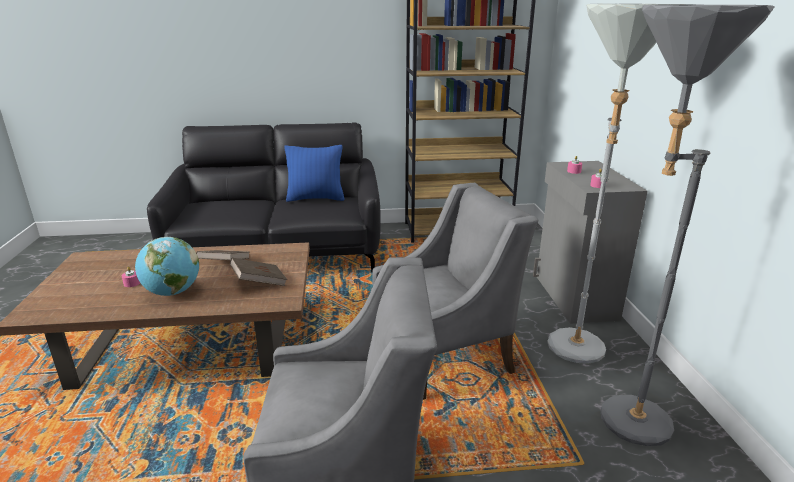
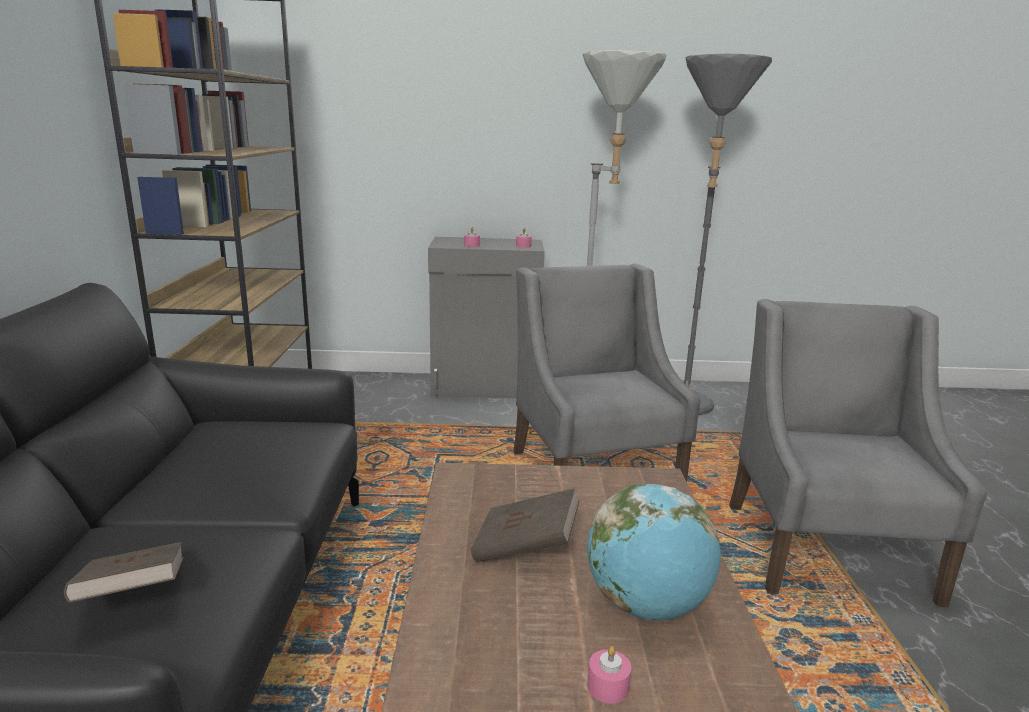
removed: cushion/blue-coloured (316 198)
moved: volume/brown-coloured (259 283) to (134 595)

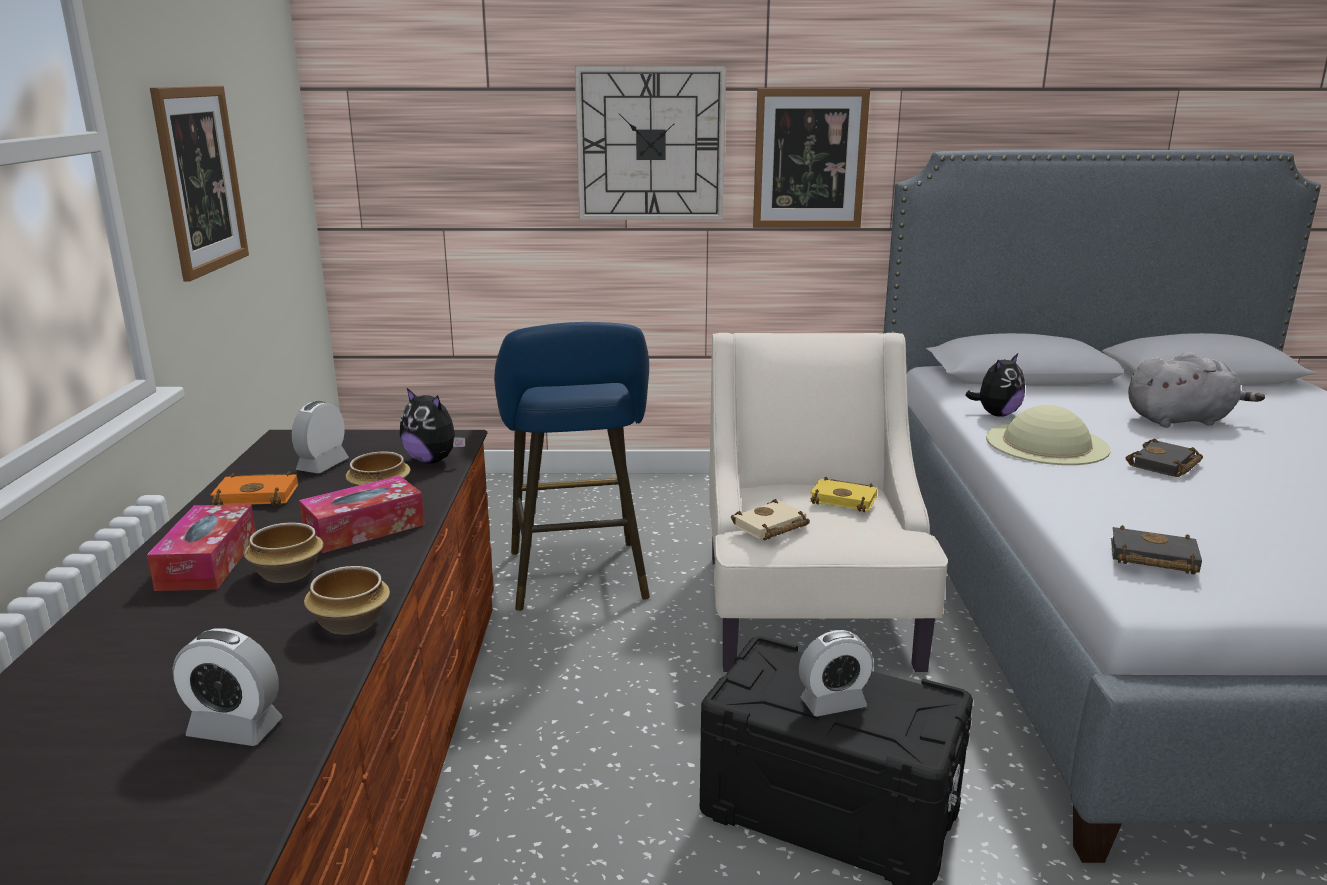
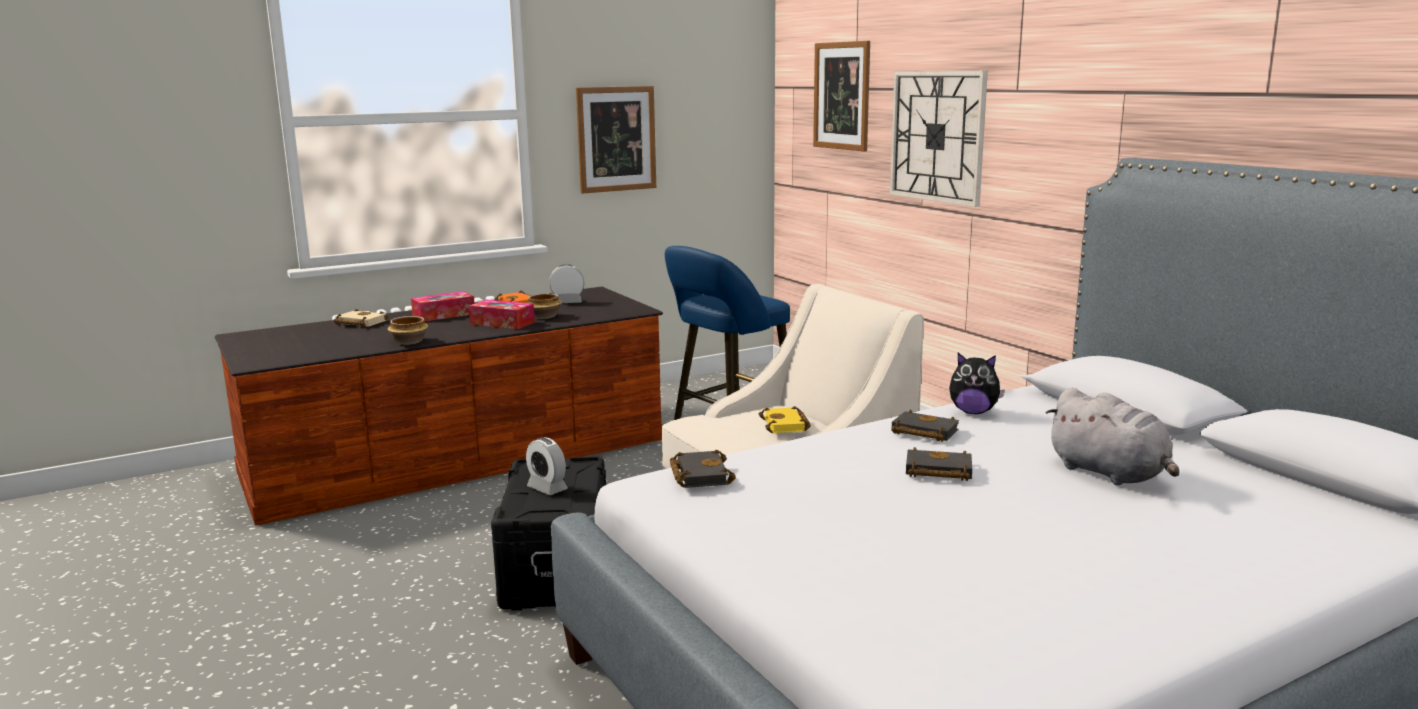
removed: cuddly toy (433 460); bowl (286 574); table clock (235 728)
moved: picture (809 159) to (842 96); volume/sand-coloured (770 527) to (359 323)
replaced: hat/sand-coloured (1047 443) to volume/blackish (922 432)

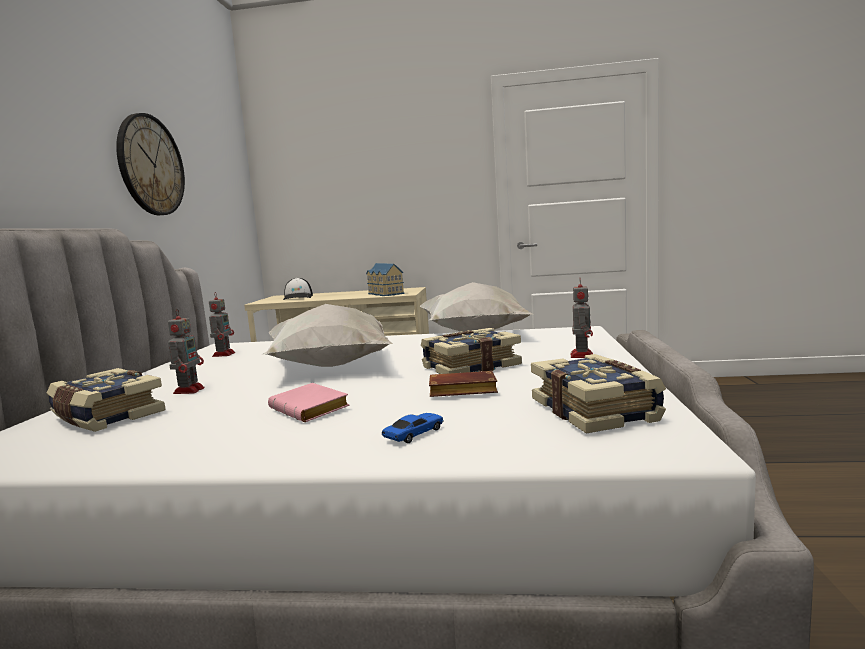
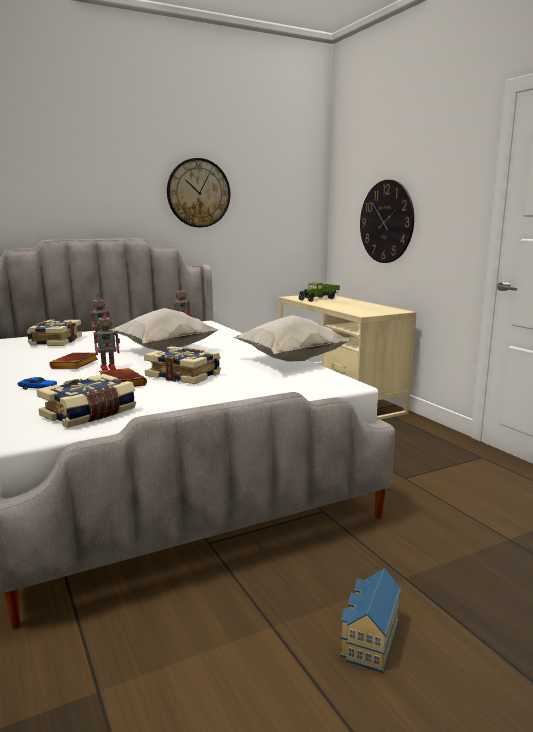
added: wall clock (386 222)
moved: model house (385 294) to (368 639); robot figure (581 355) to (109 368)
replaced: cap (298 297) to toy lorry (319 299)
recoloured: volume/pink (312 409) to volume/brown-coloured (75 365)

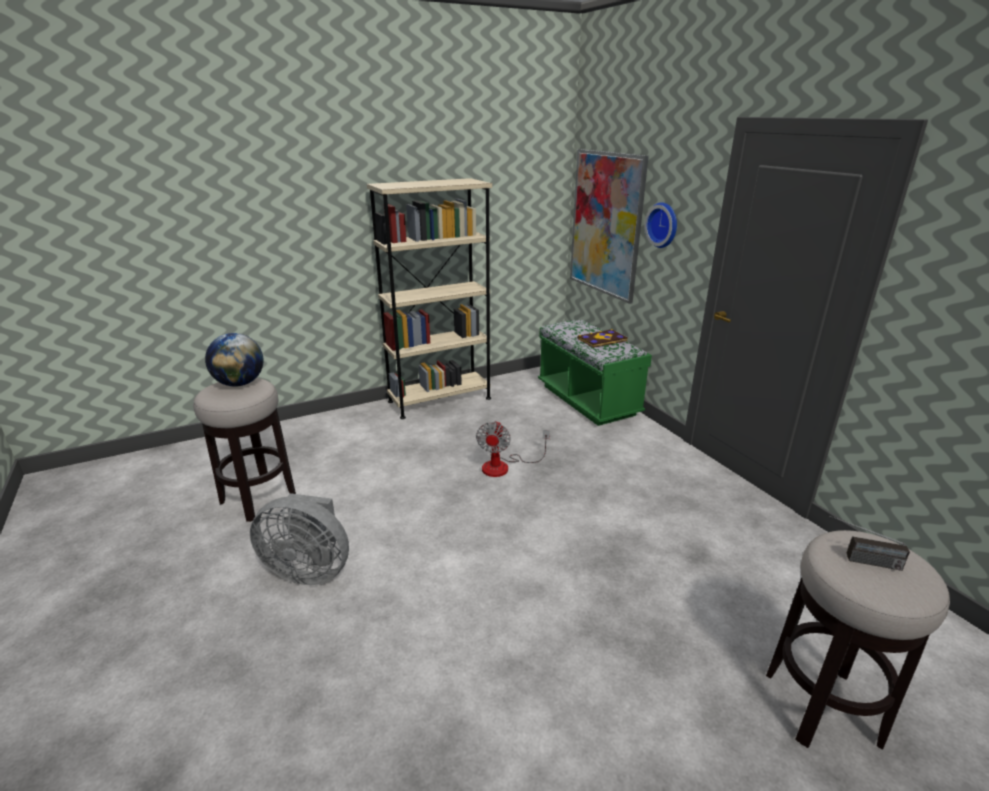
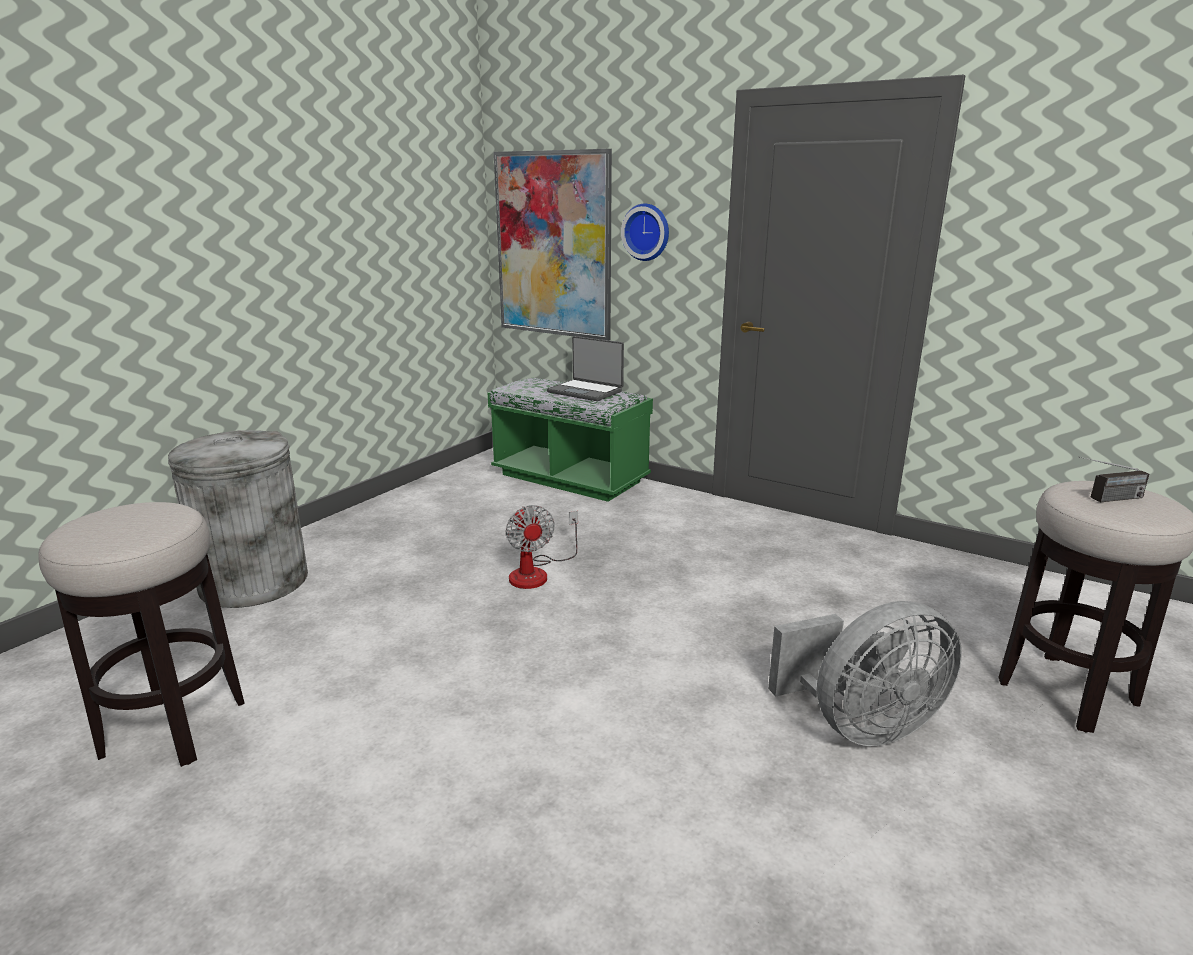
removed: bookshelf/sand-coloured (439 400); desk globe (240 384)
added: rubbish bin/greyish (254 581)
moved: cooling fan/greyish (309 570) to (861 726)
replaced: volume (602 340) to portable computer (586 391)

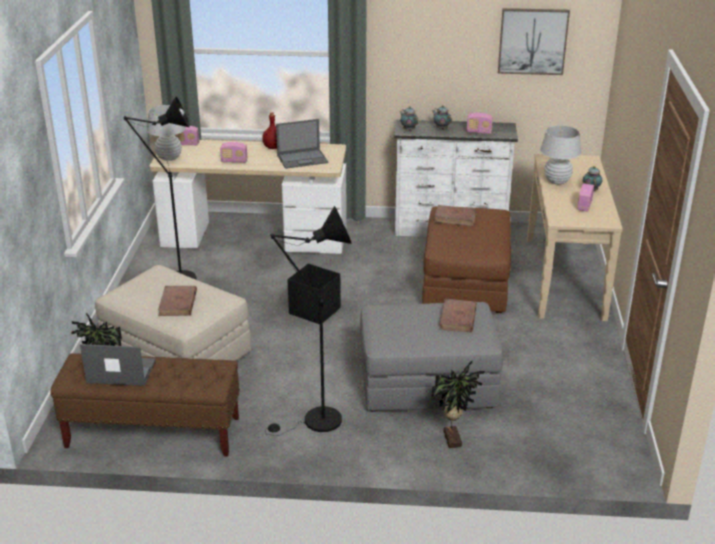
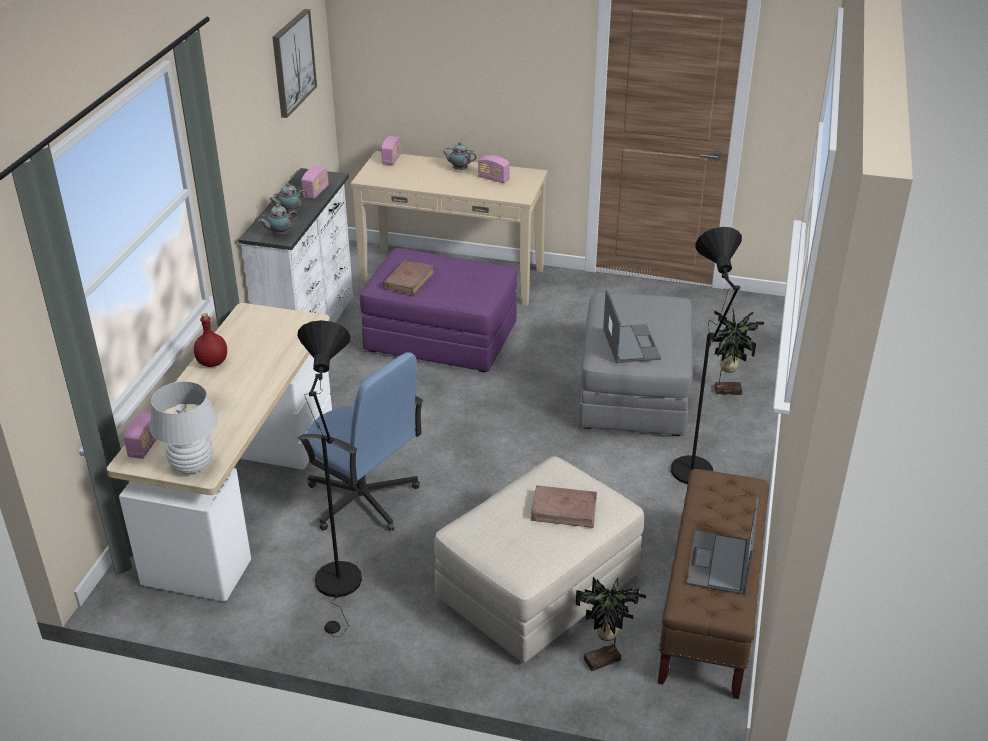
removed: table lamp/white-coloured (557 181); storage bin/blackish (314 310); volume/brown-coloured (458 318)
added: office chair/blue-coloured (363 500)
moved: portable computer (303 159) to (630 343); radio set (234 161) to (392 159)
recoloured: footrest/brown-coloured (465 283) to footrest/purple-coloured (442 338)

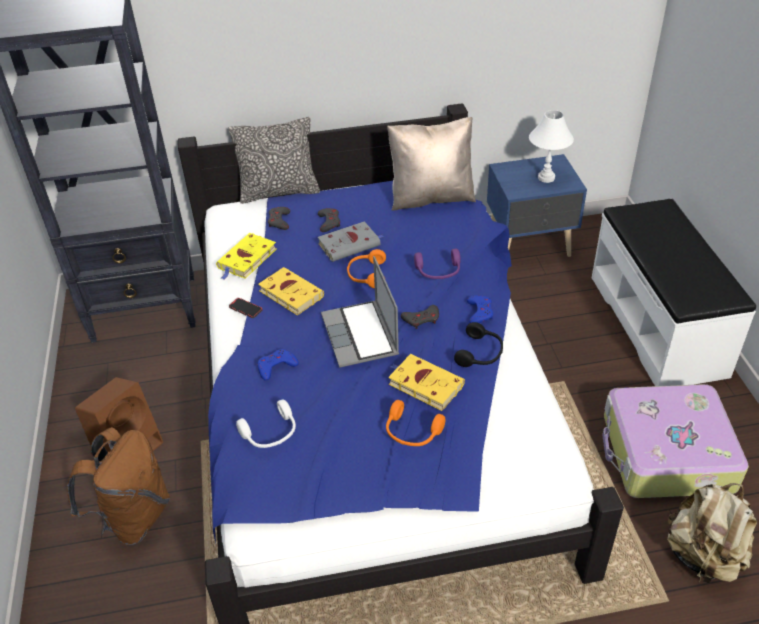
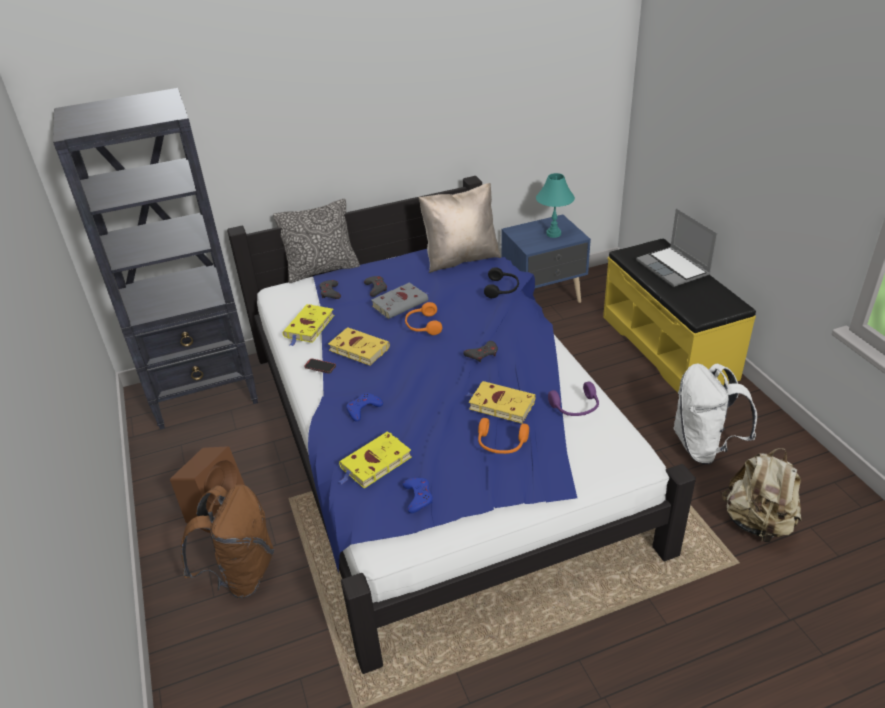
moved: headset/purple-coloured (438 272) to (576 408); portable computer (361 336) to (674 268); joypad/blue-coloured (479 312) to (418 497); headset/blackish (480 353) to (502 289)
replaced: travel case (666 453) to backpack/white-coloured (704 447); headset/white-coloured (271 433) to volume/yellow (374 464)
recoloured: table lamp/white-coloured (546 177) to table lamp/turquoise-coloured (553 233); indoor bench/white-coloured (657 324) to indoor bench/yellow (668 346)

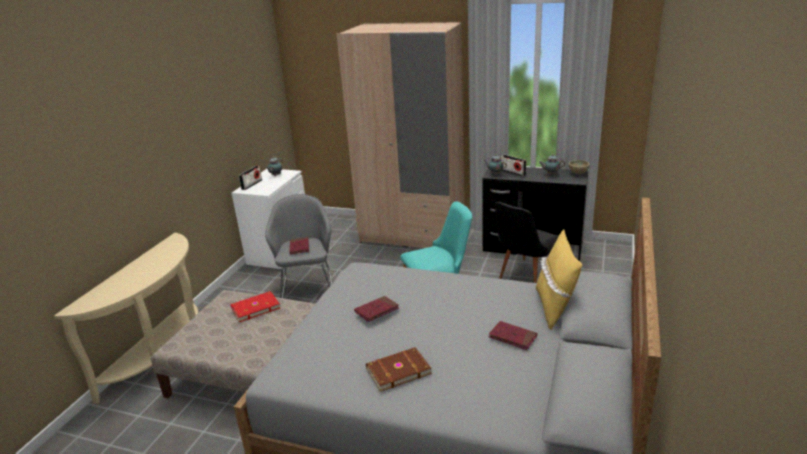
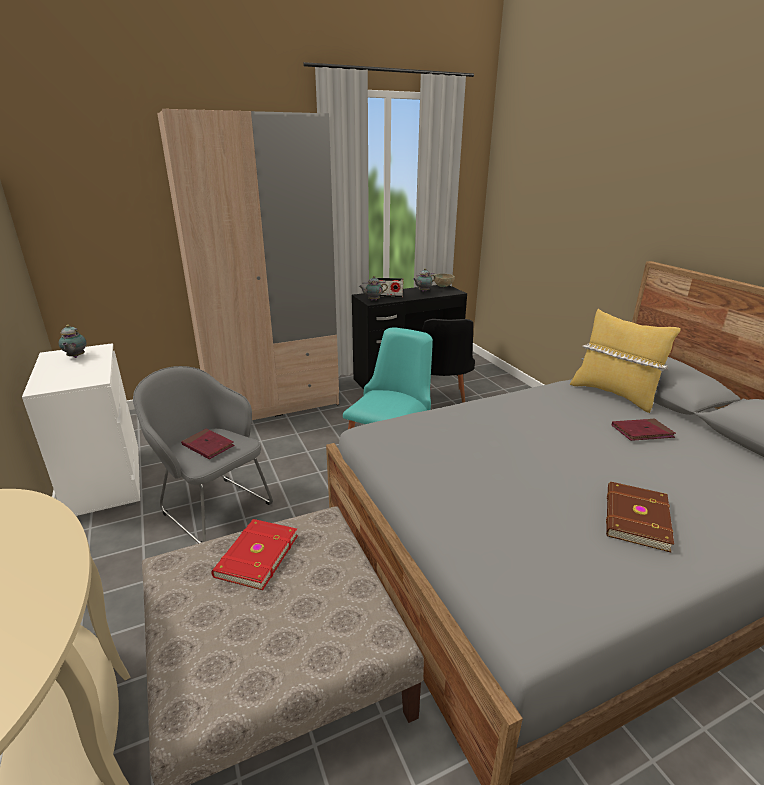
removed: radio set (251 184); volume/red (376 310)

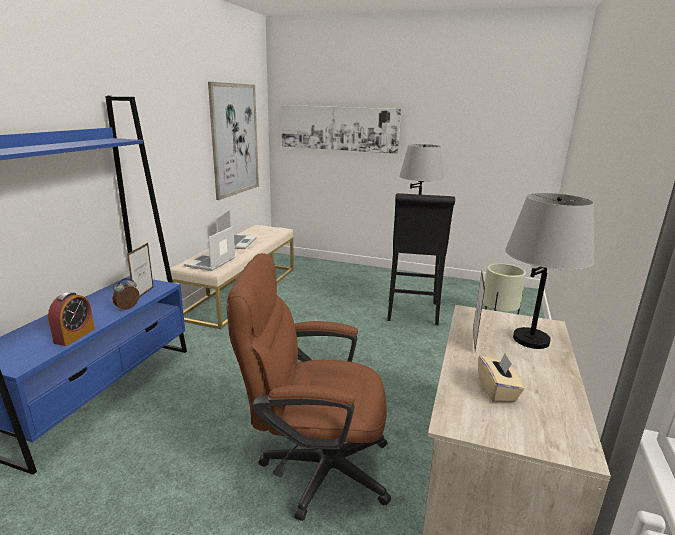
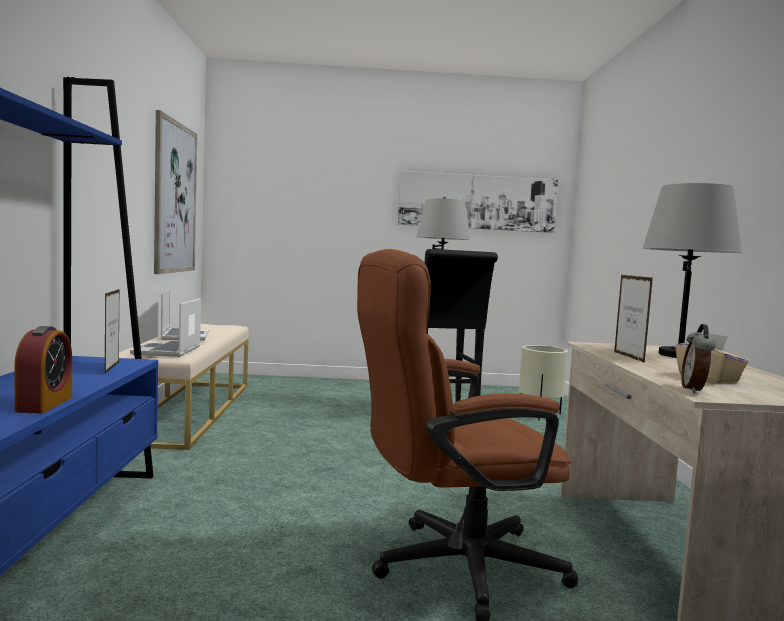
moved: picture (339 128) to (477 202); table clock (128 308) to (695 390)

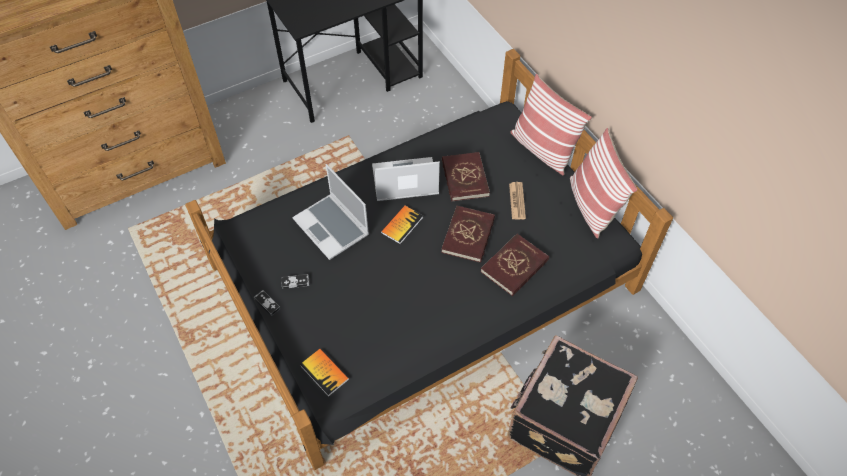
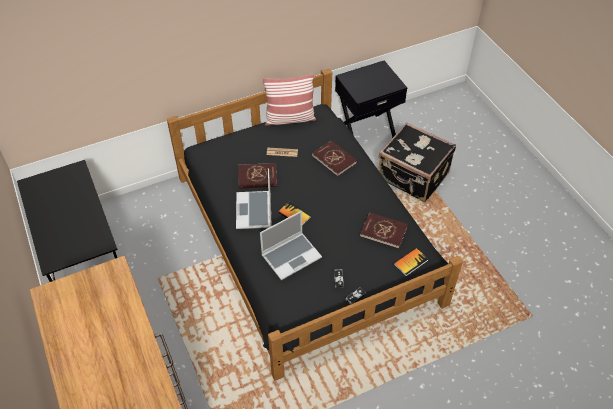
removed: cushion (542 149)
added: night table/blackish (365 132)
moved: volume/red (468 235) to (383 231)

